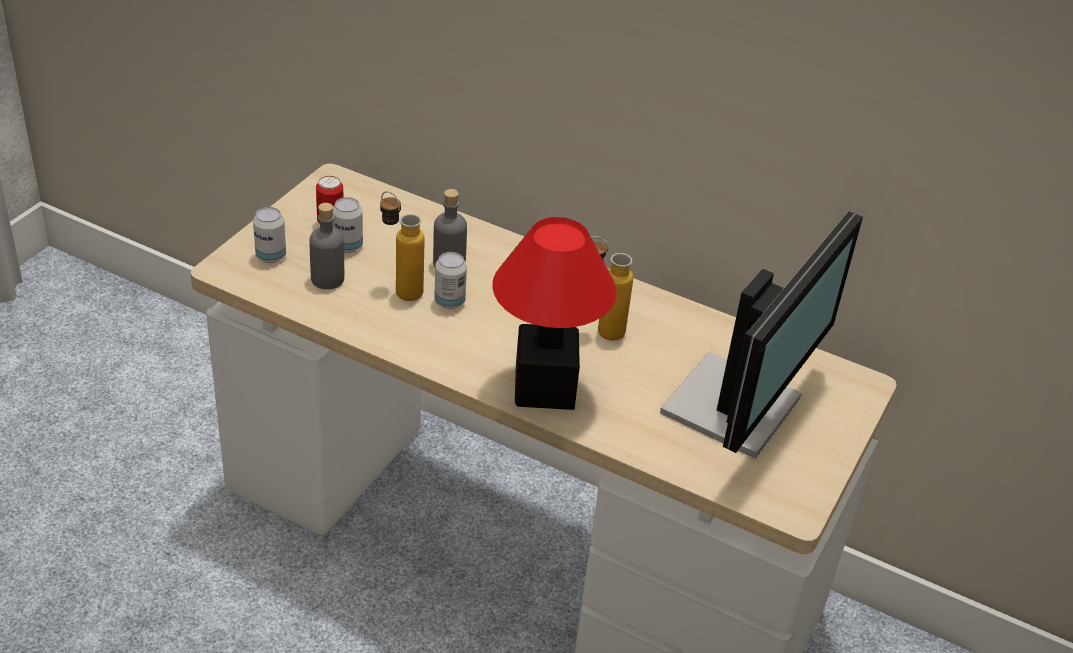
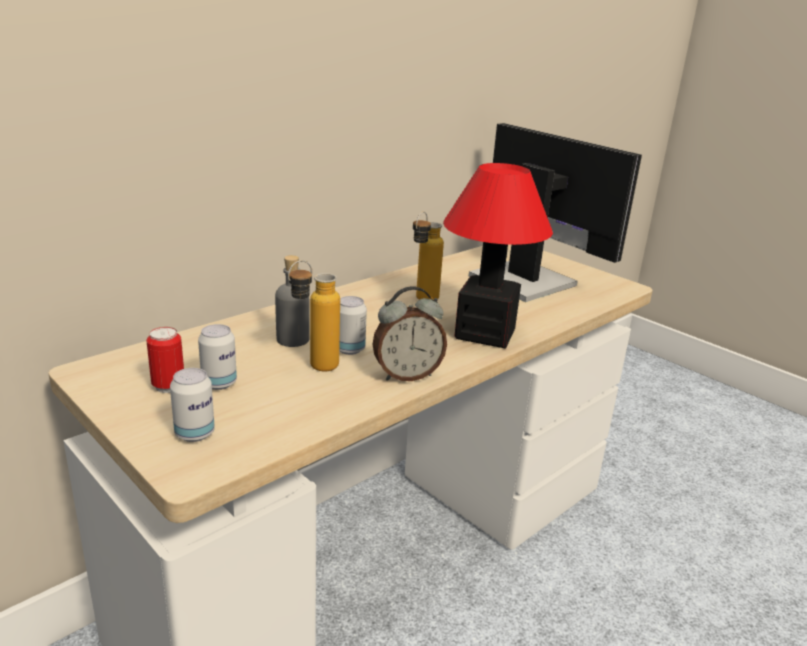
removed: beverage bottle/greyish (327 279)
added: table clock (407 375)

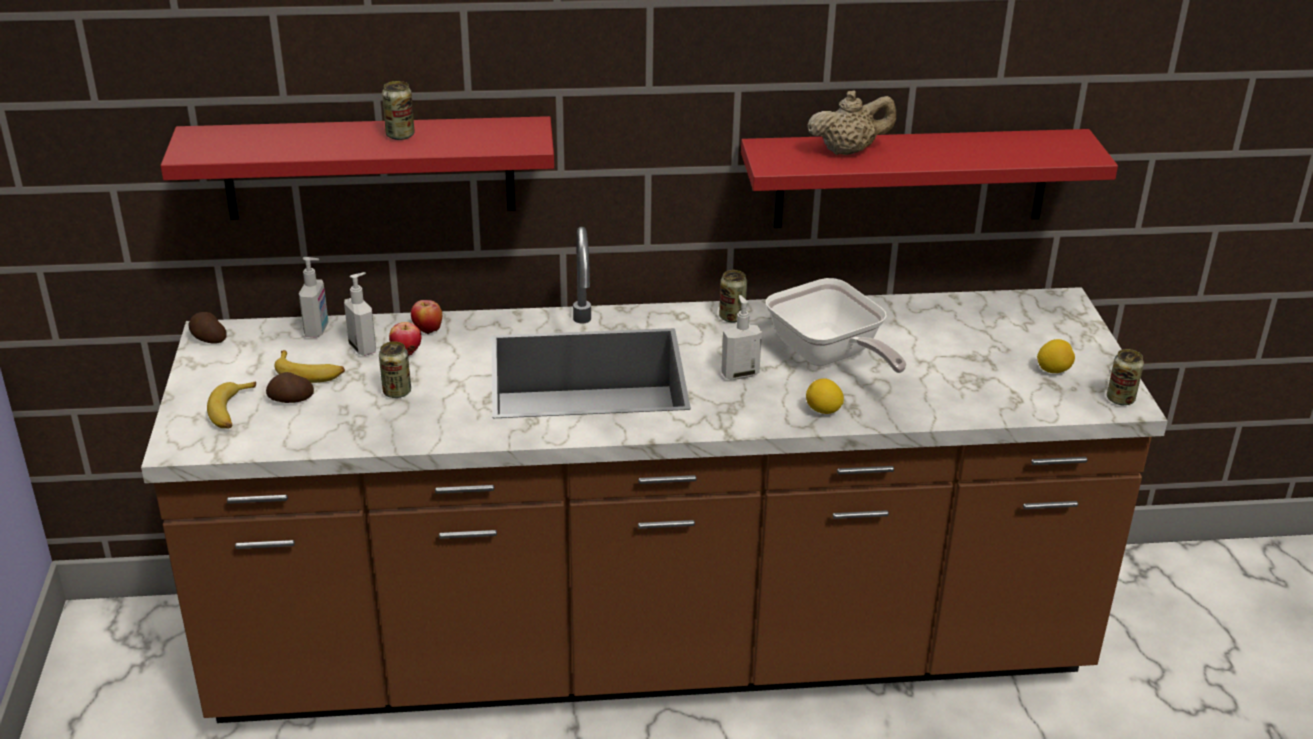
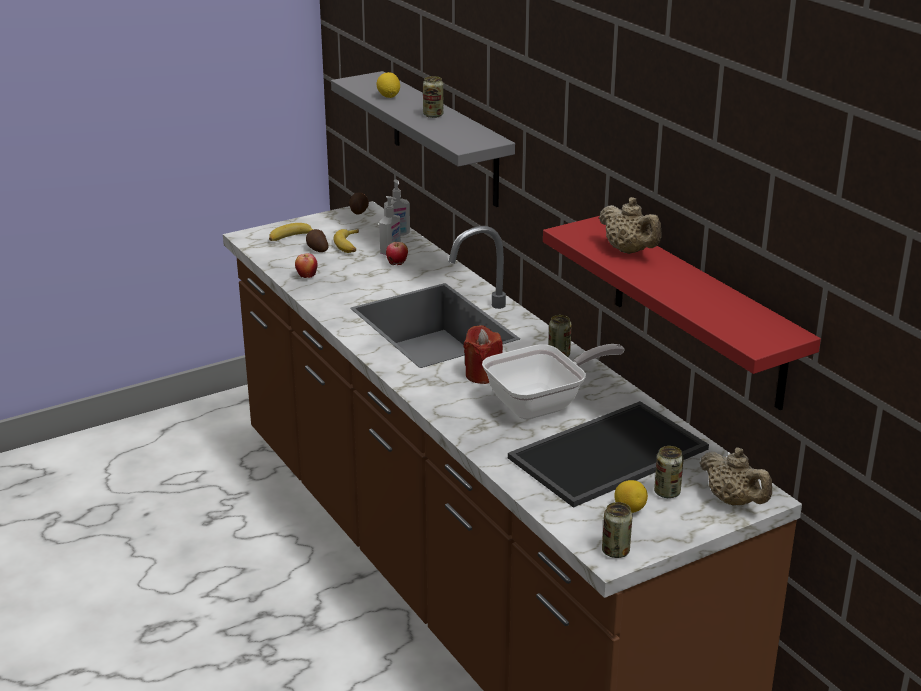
added: tray (609 455); pot for tea/sand-coloured (733 501)
moved: apple (427 330) to (306 276); can (397 392) to (667 492); lemon (823 411) to (388 96)
replaced: soap dispenser (739 374) to candle/red (483 375)
recoloured: shelf/red (369 168) to shelf/greyish (444 139)
turned: skillet (829 357) = (543 404) 150 degrees counterclockwise

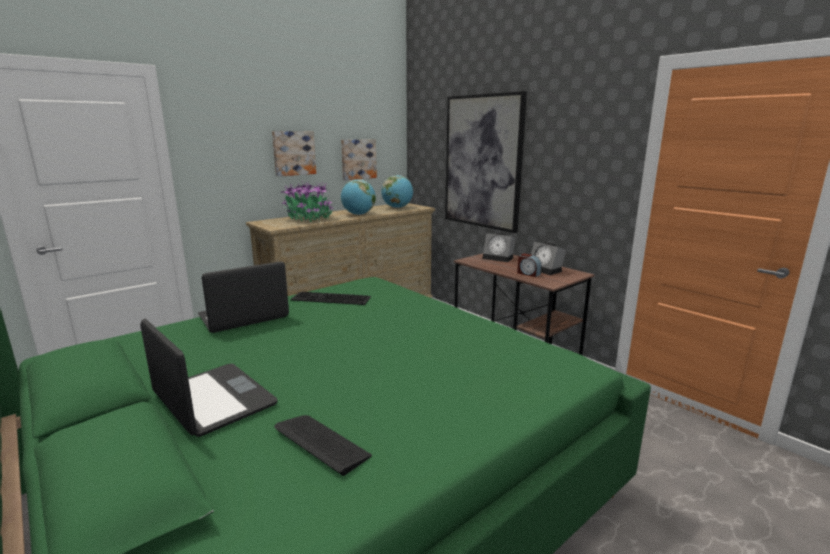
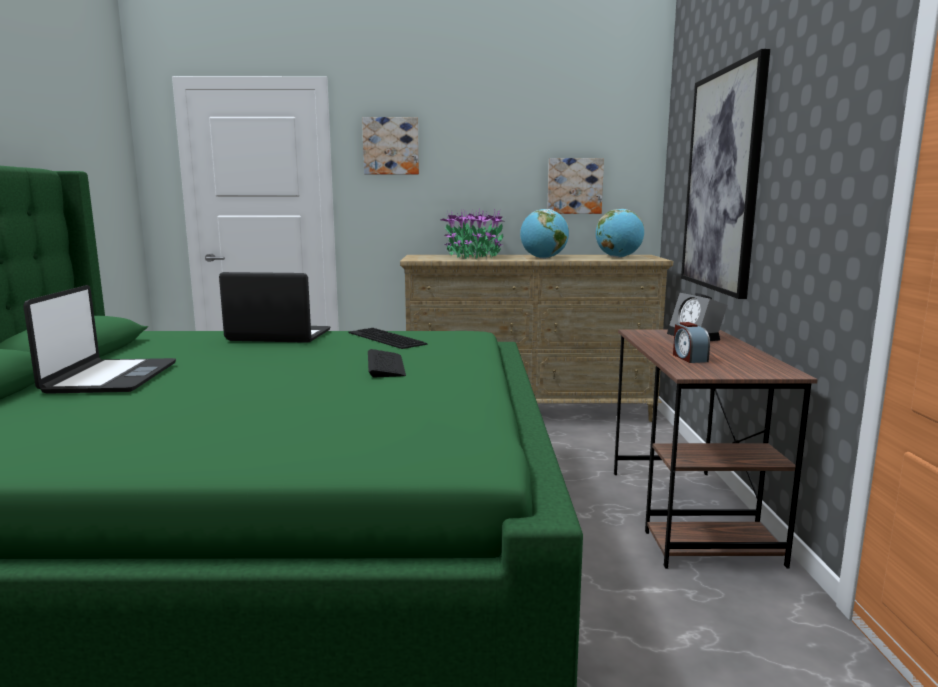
removed: table clock (546 270)
moved: picture (293 153) to (391 146); keyboard (322 443) to (385 365)

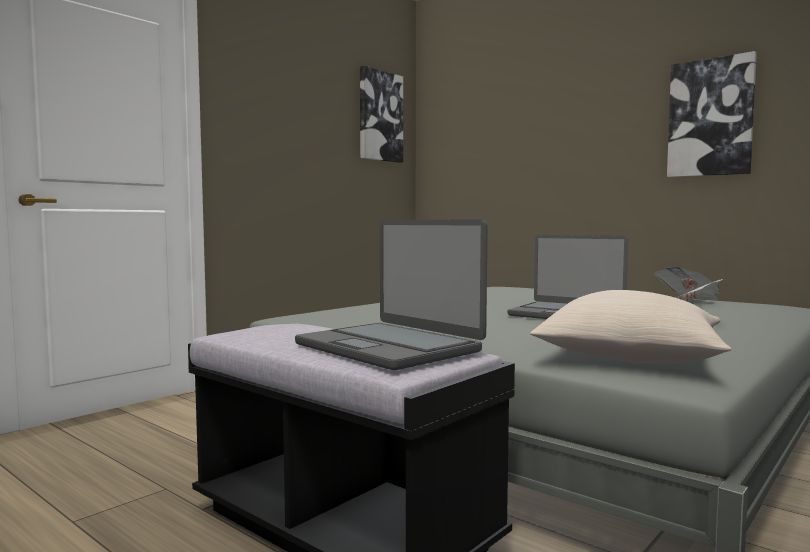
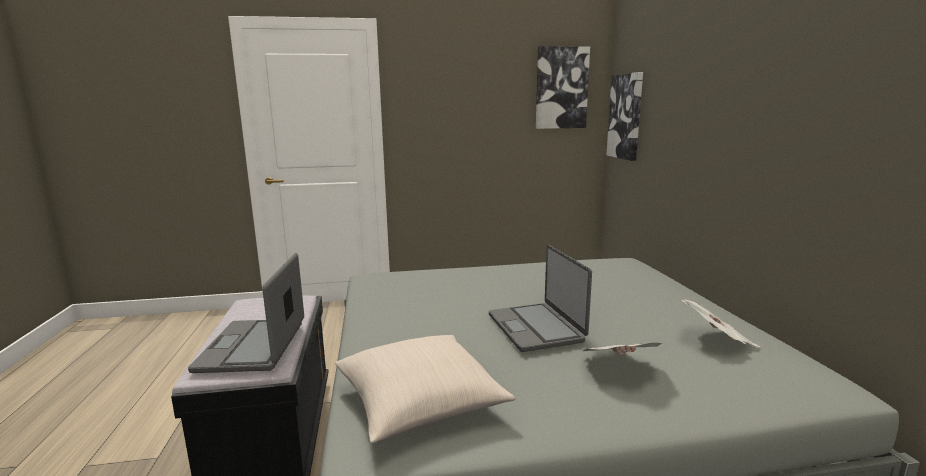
moved: picture (710 118) to (626 116)

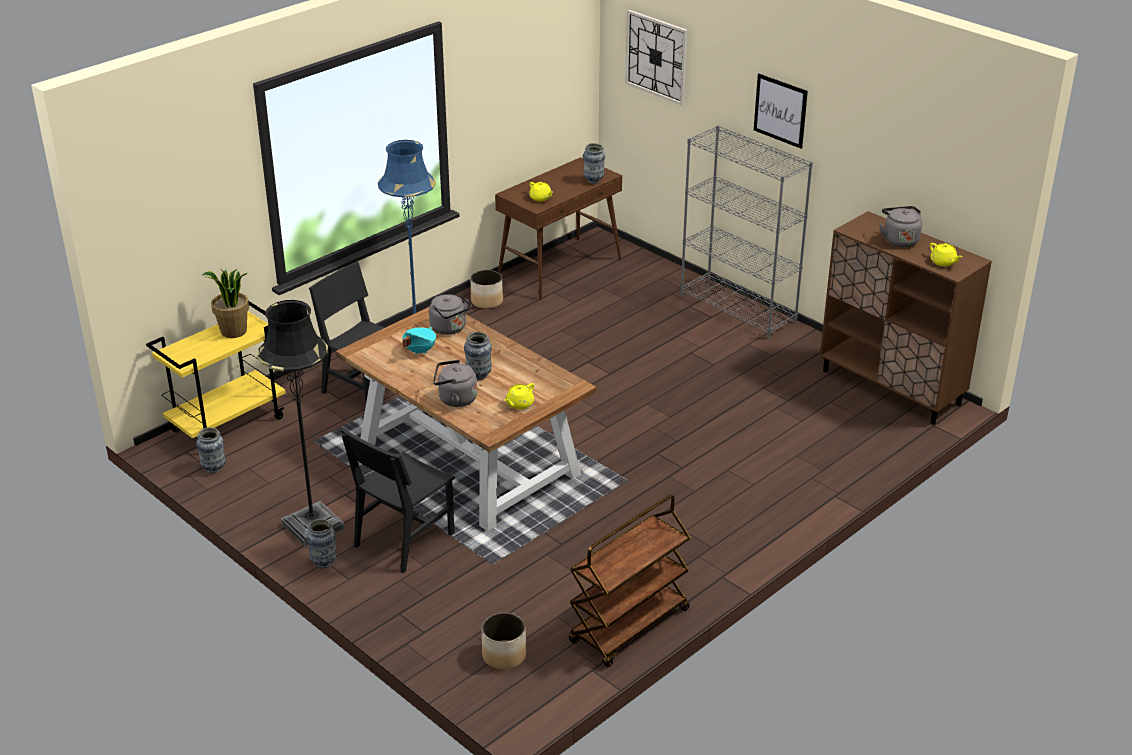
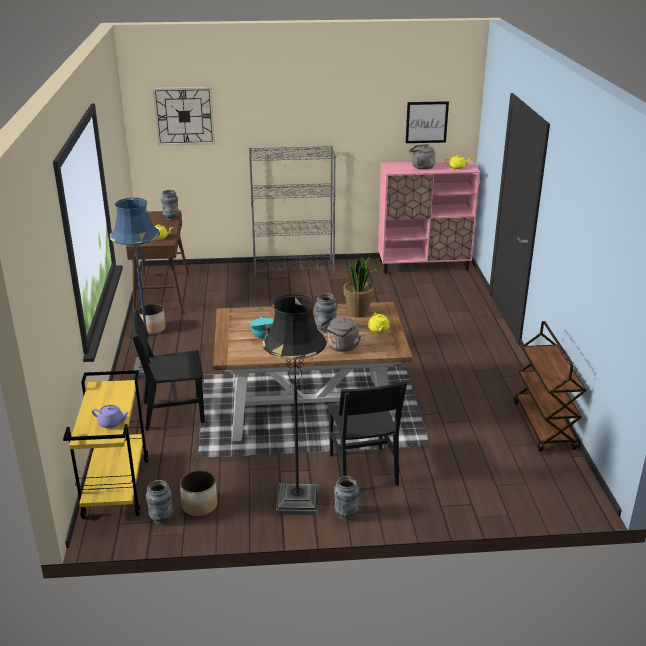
removed: kettle/greyish (450 329)
added: pot for tea/purple-coloured (111 423)
moved: picture (780 110) to (426 122); potted plant (233 332) to (358 313); plant pot (504 656) to (200 505)
recoloured: storage cabinet/brown-coloured (891 387) to storage cabinet/pink (424 265)

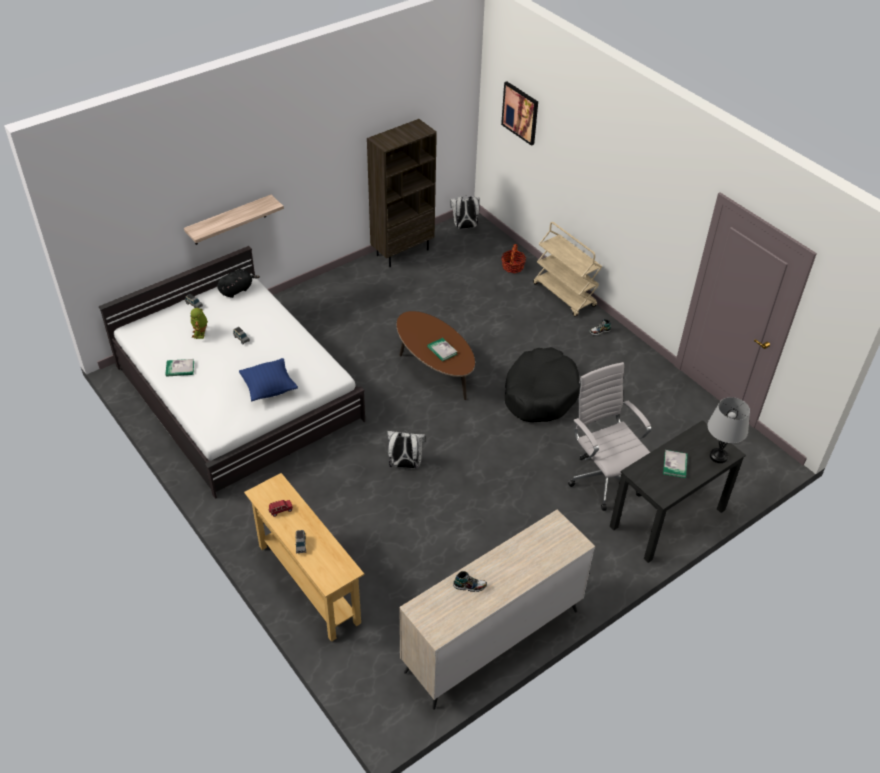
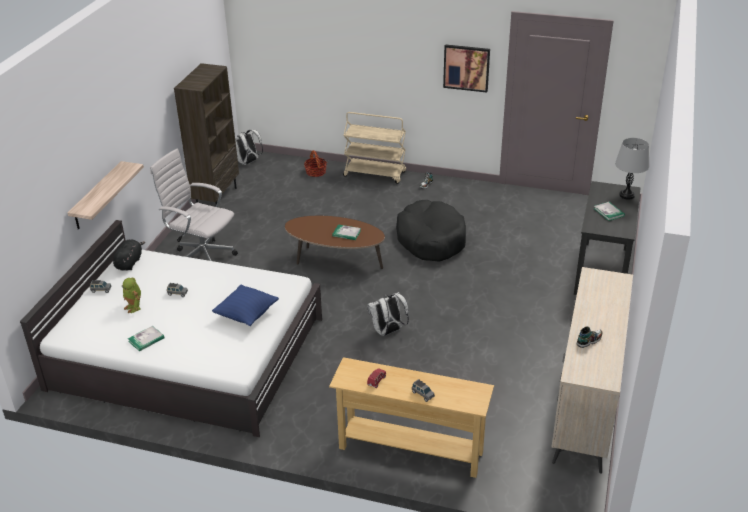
moved: picture (520 113) to (466 67); office chair/white-coloured (603 478) to (201 257)

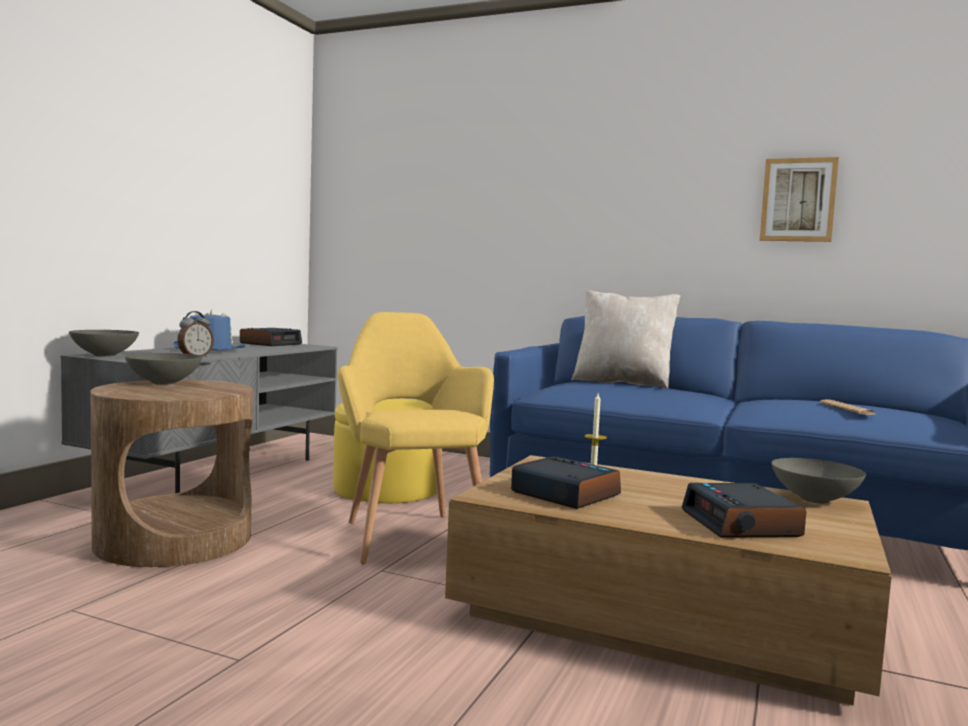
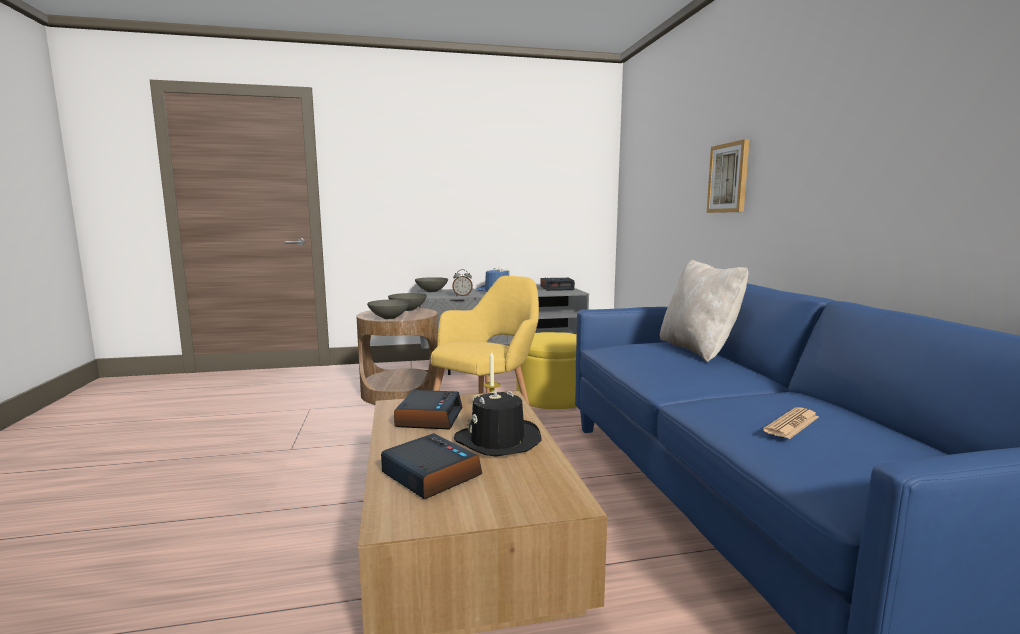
added: hat/blackish (498 440)
moved: picture (798 200) to (729 178); bowl/greyish (814 500) to (388 318)
turned: table clock (742 524) = (430 475) 90 degrees clockwise

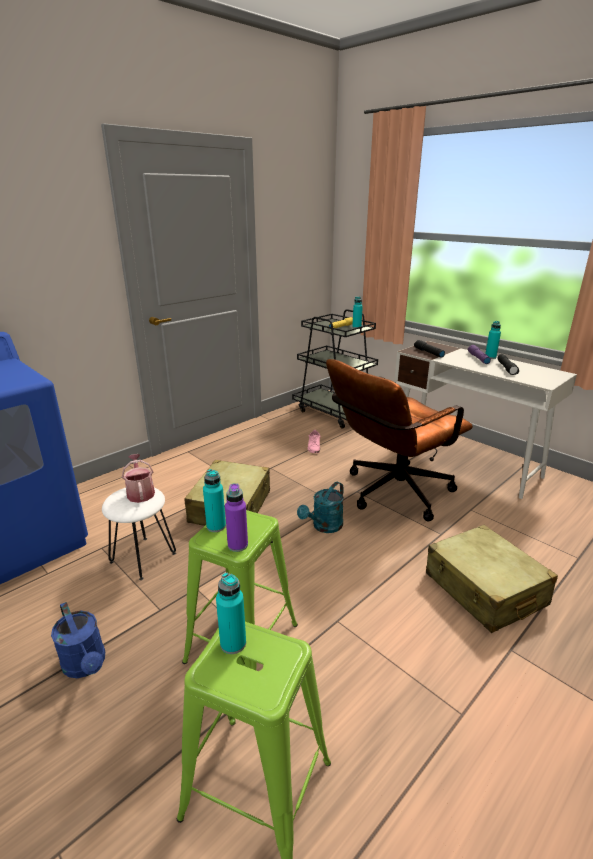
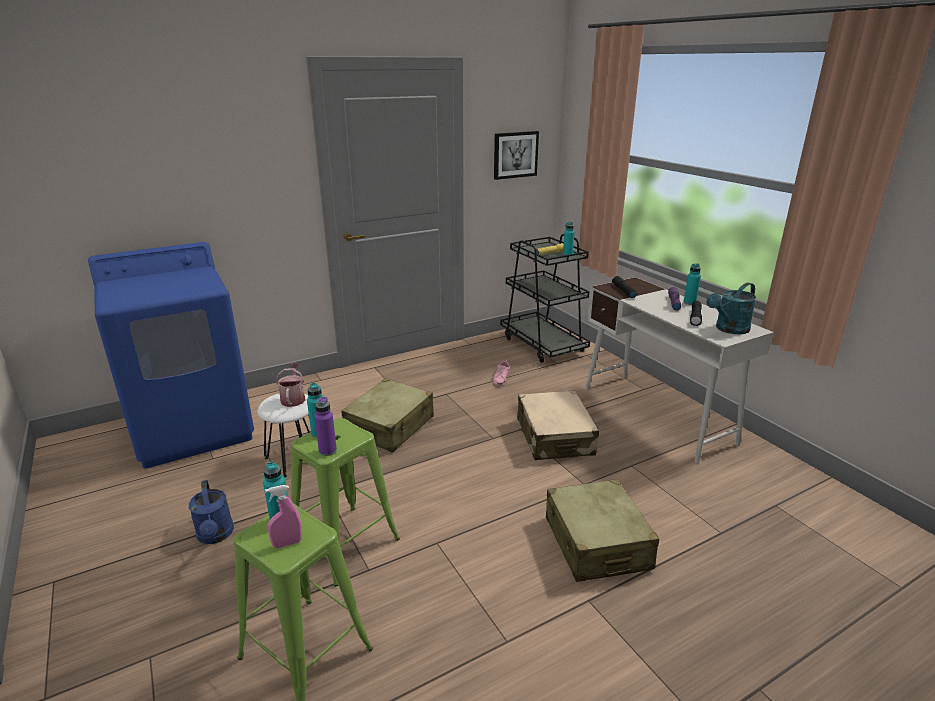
added: picture (515 155); hand sprayer/pink (287 543)
moved: watering pot/turquoise-coloured (324 527) to (728 329)
replaced: office chair/brown-coloured (391 494) to travel case/sand-coloured (554 437)

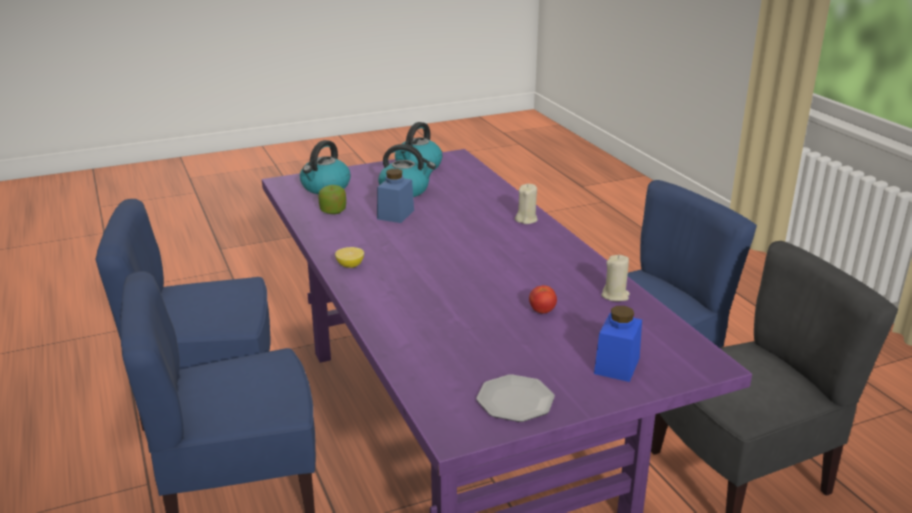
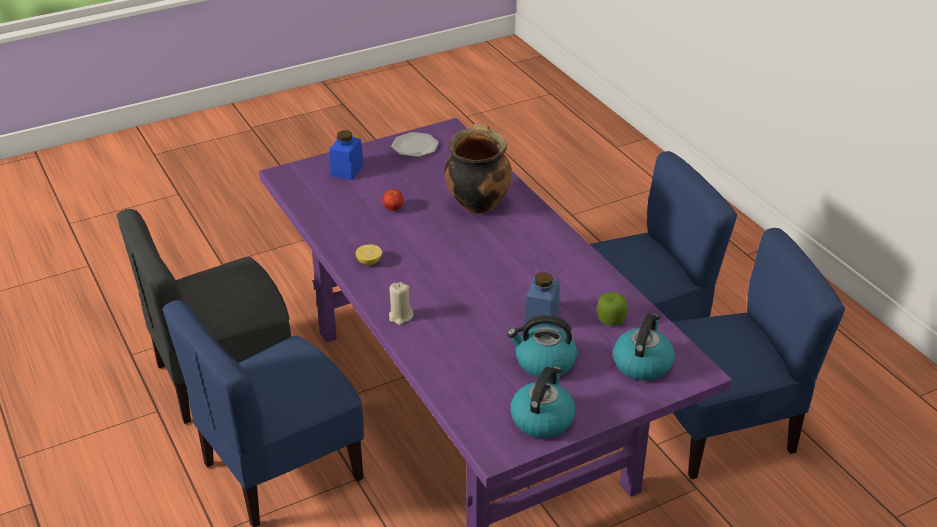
removed: candle/sand-coloured (615 296)
added: cooking pot (477 203)
moved: lemon (350 265) to (369 262)

